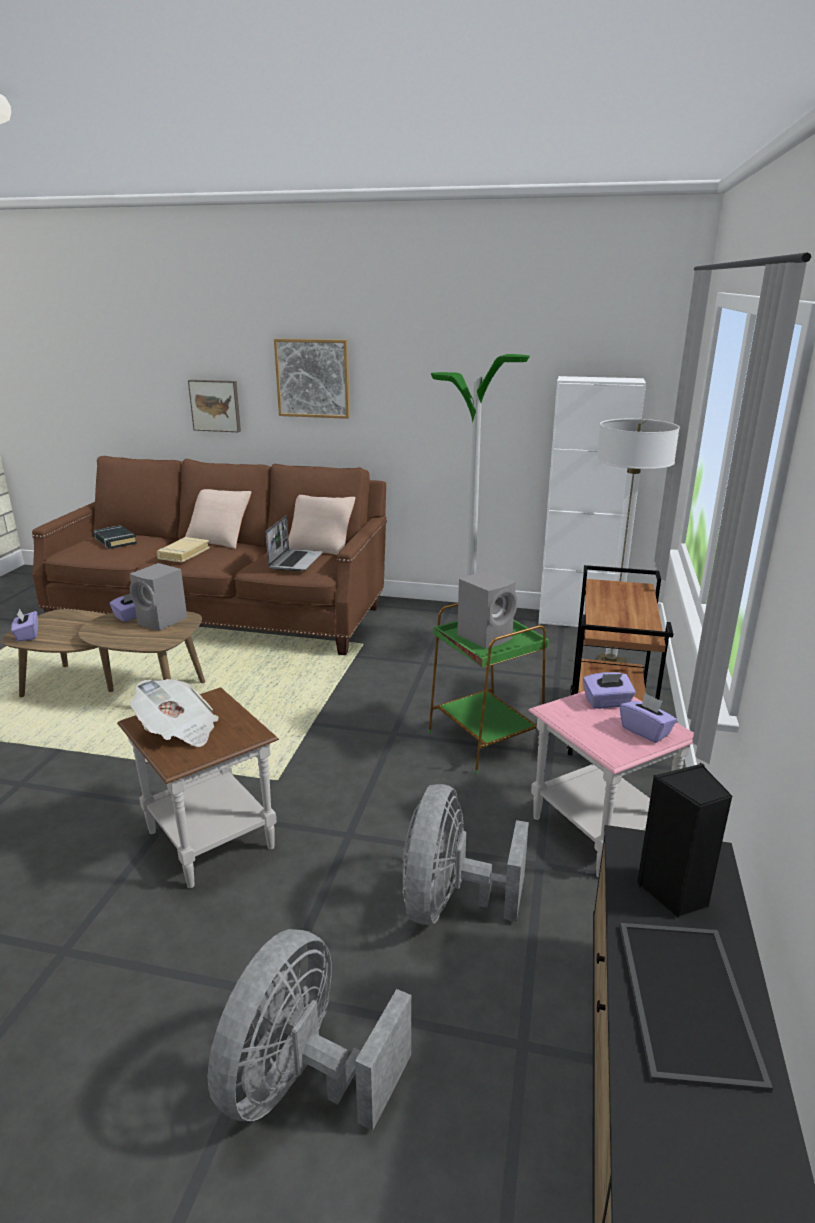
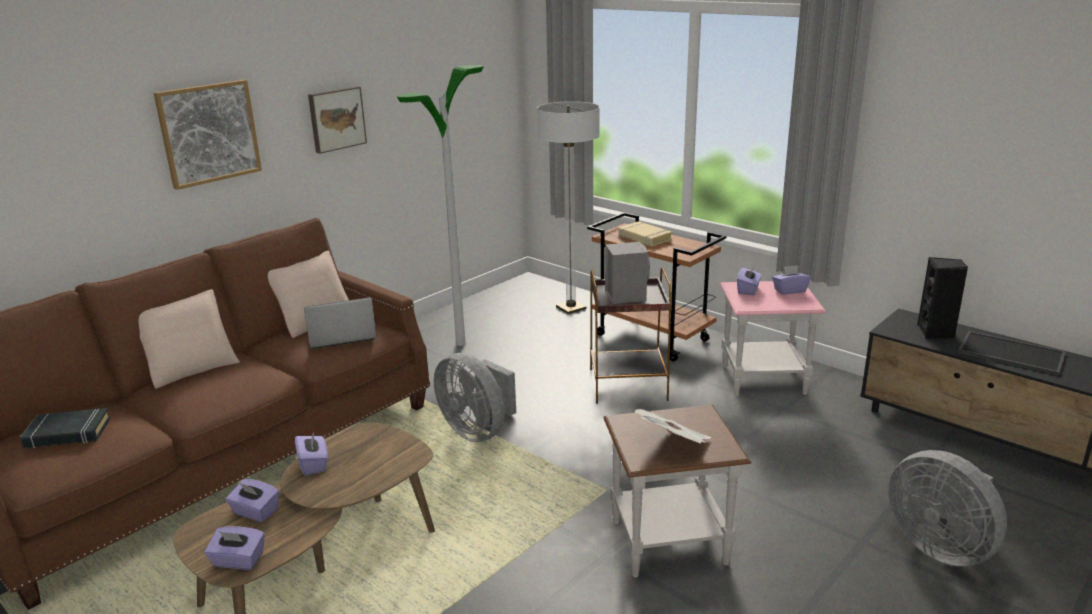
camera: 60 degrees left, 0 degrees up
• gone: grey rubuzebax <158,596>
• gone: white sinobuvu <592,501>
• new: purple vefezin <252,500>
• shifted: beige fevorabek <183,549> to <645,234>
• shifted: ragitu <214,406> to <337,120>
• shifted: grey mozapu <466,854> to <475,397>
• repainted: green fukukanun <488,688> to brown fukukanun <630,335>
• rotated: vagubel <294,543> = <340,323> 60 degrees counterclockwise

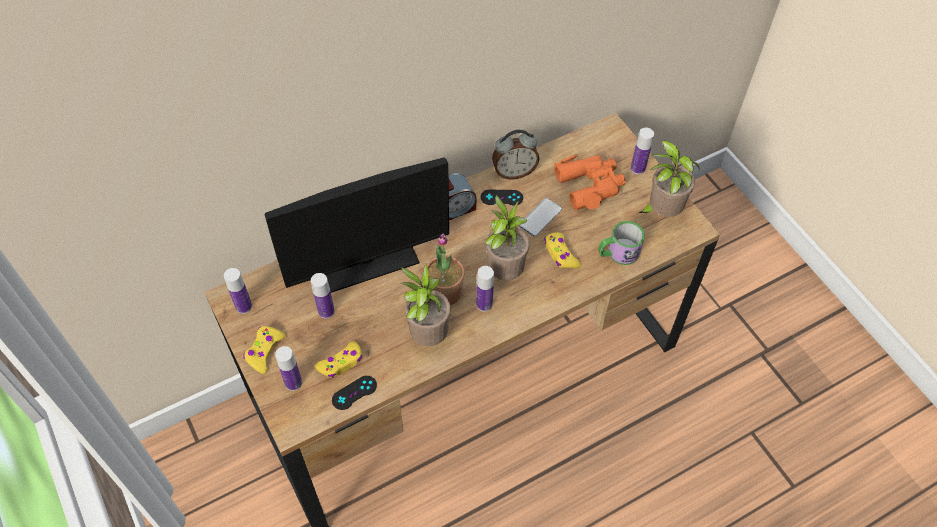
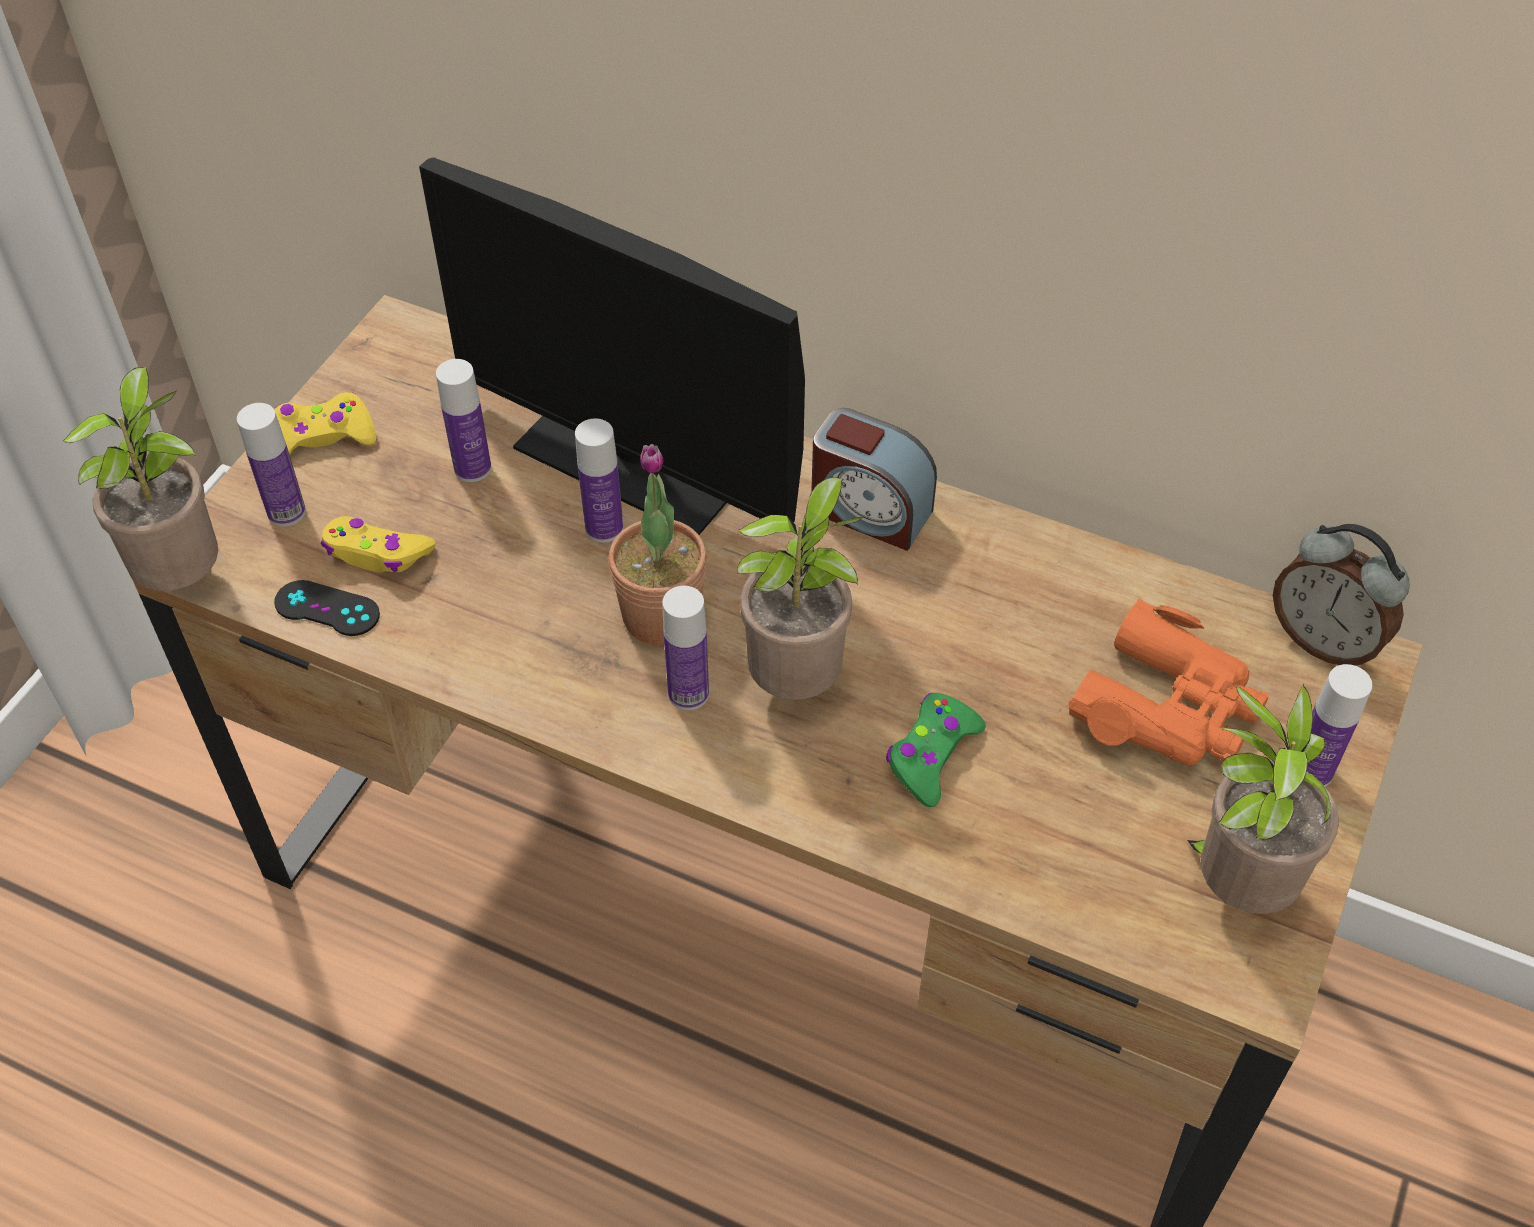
camera: 55 degrees right, 5 degrees down
• gone: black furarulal <502,197>
• gone: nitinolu <540,217>
• gone: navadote <621,243>
• shifted: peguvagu <238,291> to <599,480>
• shifted: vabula <426,304> to <140,479>
• shifted: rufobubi <515,155> to <1341,594>
• repainted: yellow furarulal <562,250> to green furarulal <936,750>

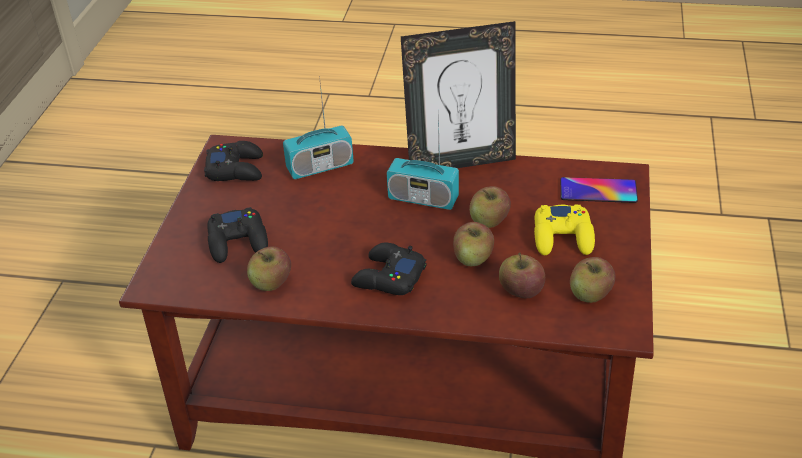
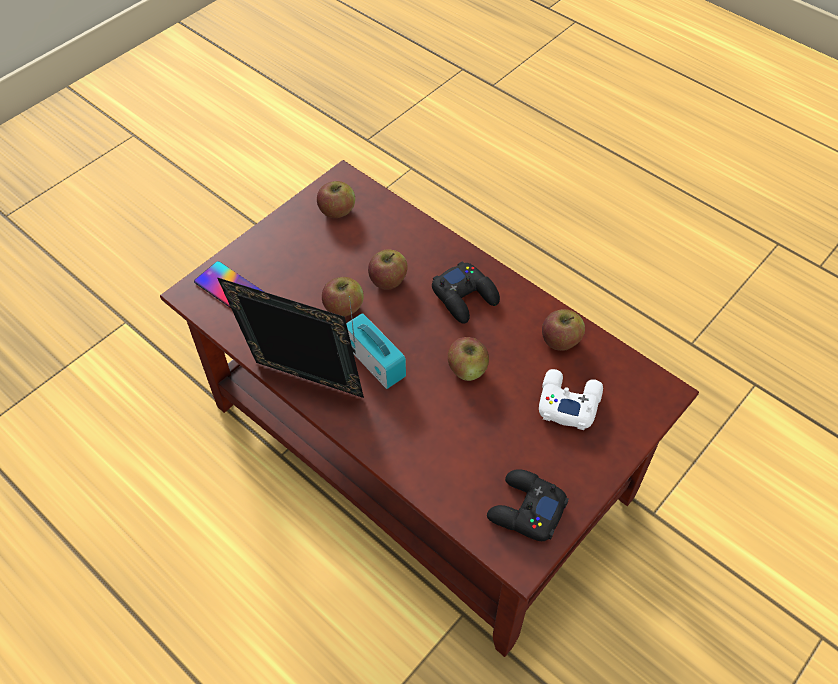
camera: 150 degrees left, 15 degrees up
• gone: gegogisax <318,127>
• gone: yellow furarulal <564,229>
• shifted: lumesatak <522,275> to <468,359>
• repainted: black furarulal <237,235> to white furarulal <571,399>

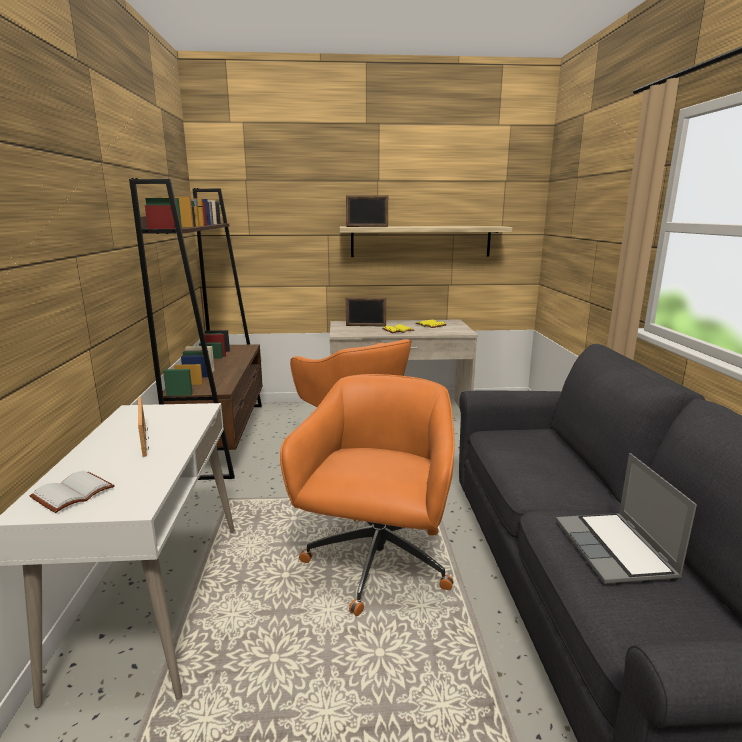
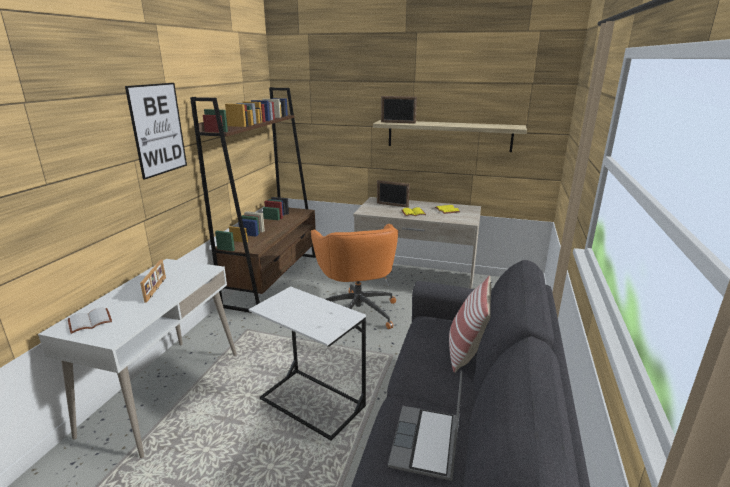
camera: 20 degrees right, 5 degrees up
• new: ragitu <156,131>
• new: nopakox <470,324>
• swapped: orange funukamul <367,495> to white fukukanun <307,363>

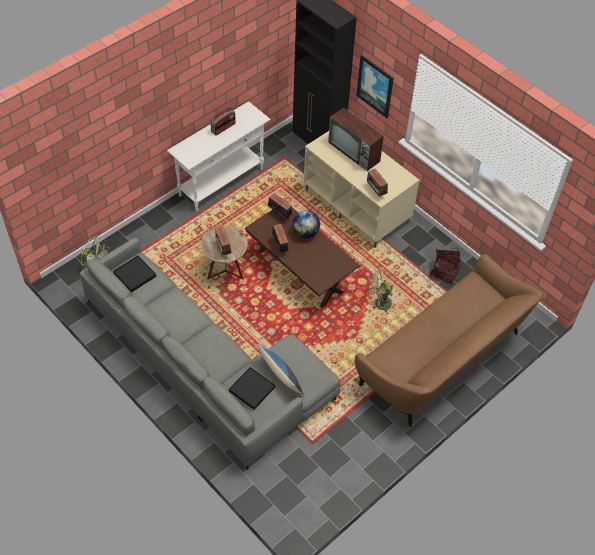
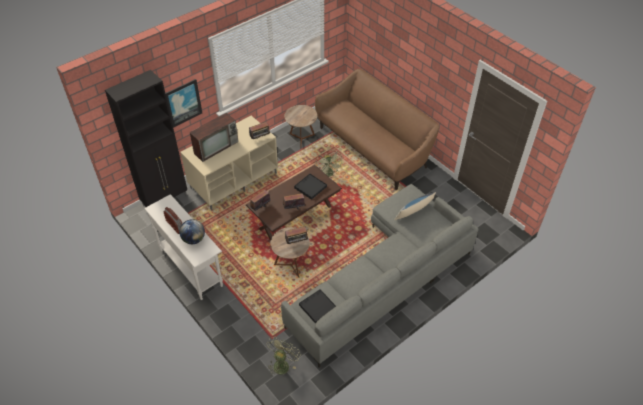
camera: 85 degrees left, 5 degrees down
• shifted: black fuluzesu <252,388> to <310,187>
• shifted: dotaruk <306,224> to <192,231>
• swapped: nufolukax <445,266> to brown fukukanun <300,127>

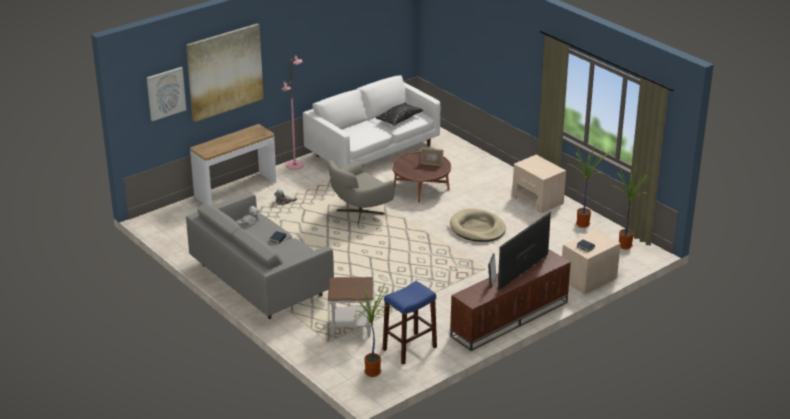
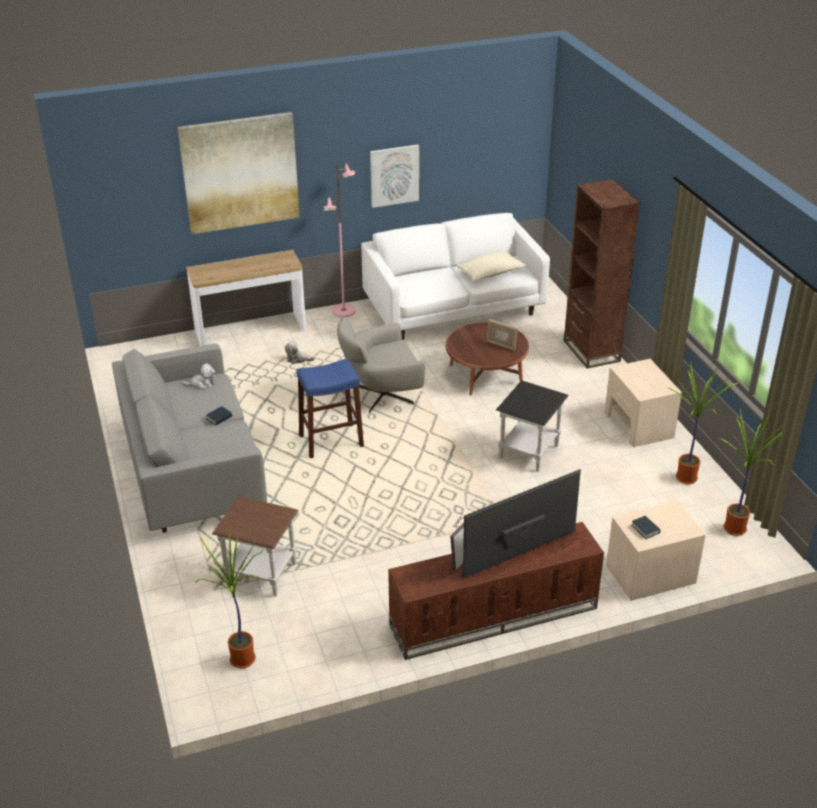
camera: 20 degrees right, 5 degrees up
• new: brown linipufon <602,274>
• shifted: ragitu <166,94> to <394,176>
• shifted: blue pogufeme <410,322> to <330,408>
• swapped: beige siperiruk <478,225> to black fukukanun <532,426>
• repainted: black nopakox <399,114> to beige nopakox <491,266>

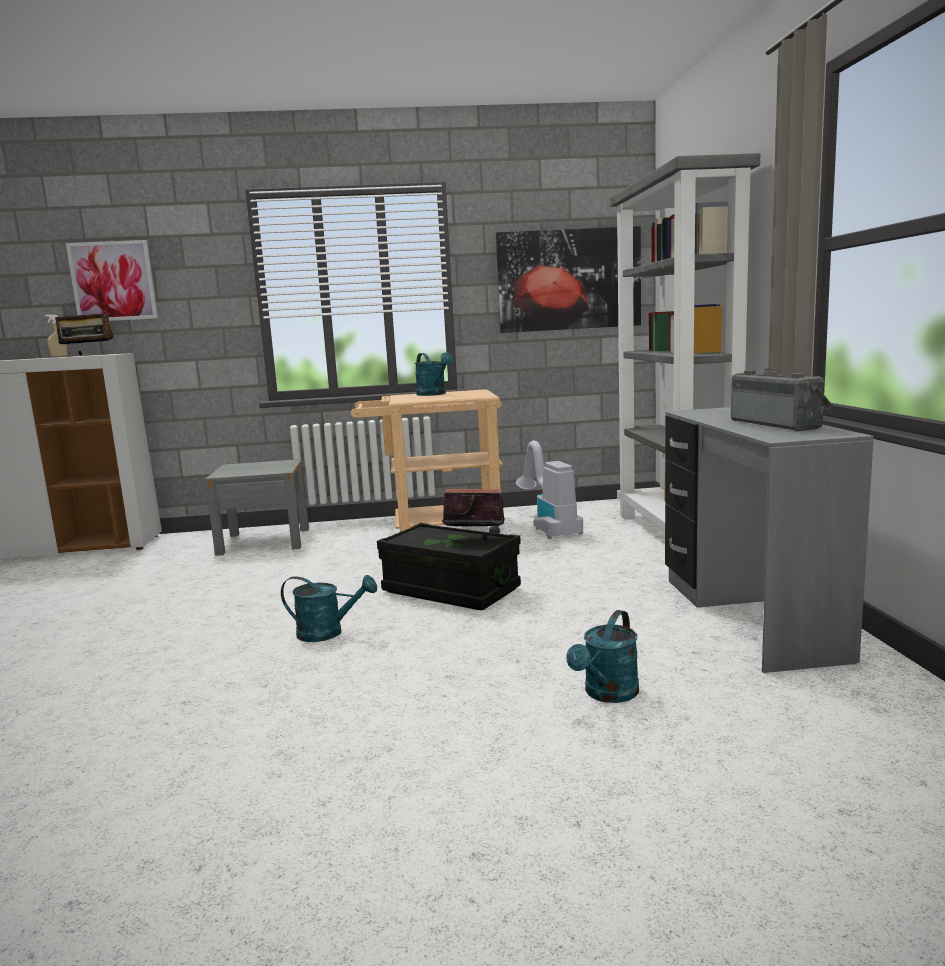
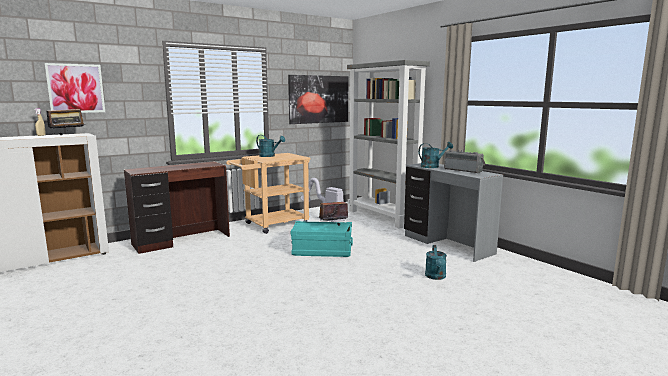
camera: 30 degrees left, 0 degrees up
• shifted: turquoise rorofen <329,608> to <435,155>
• swapped: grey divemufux <257,507> to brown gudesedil <177,207>
• repainted: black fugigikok <449,566> to turquoise fugigikok <322,239>

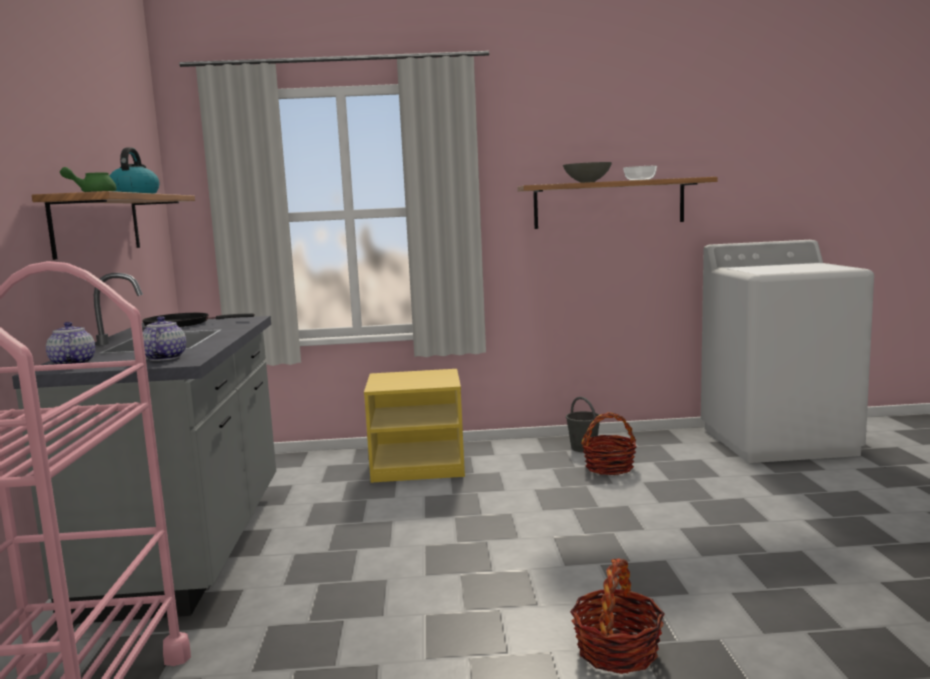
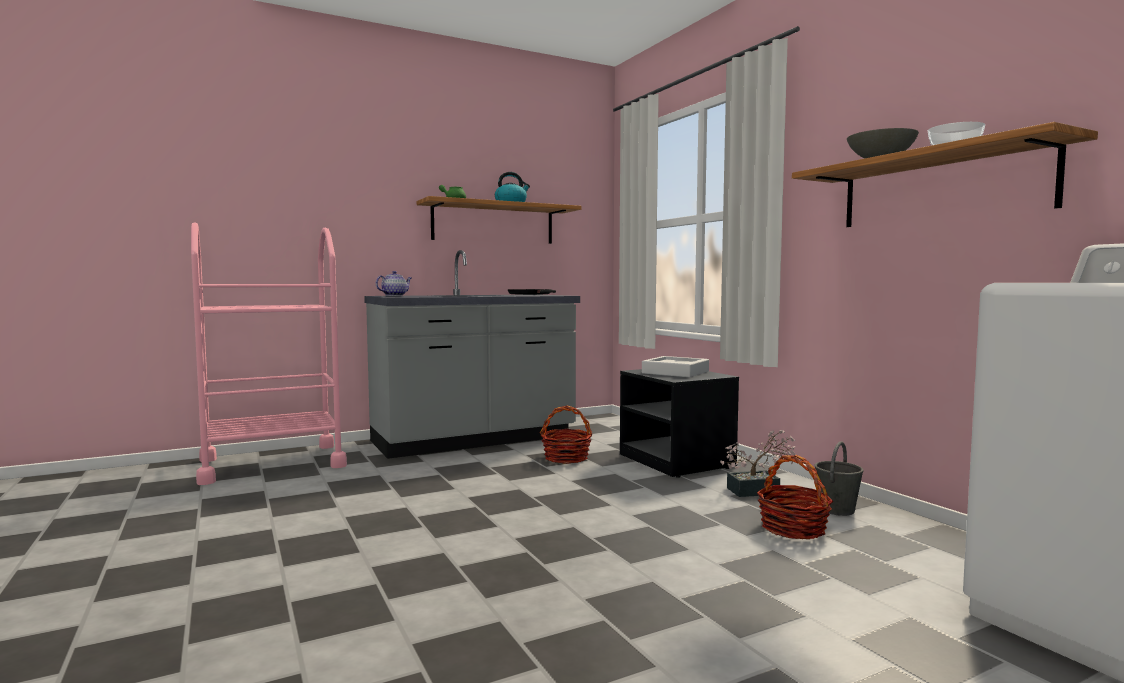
camera: 65 degrees right, 5 degrees down
• gone: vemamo <164,338>
• new: grey fuluzesu <675,366>
• new: vabula <758,463>
• shifted: nufolukax <617,616> to <566,434>
• repainted: yellow divemufux <414,426> to black divemufux <679,423>

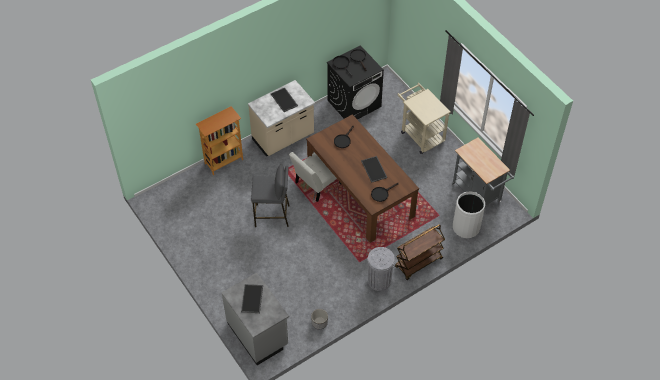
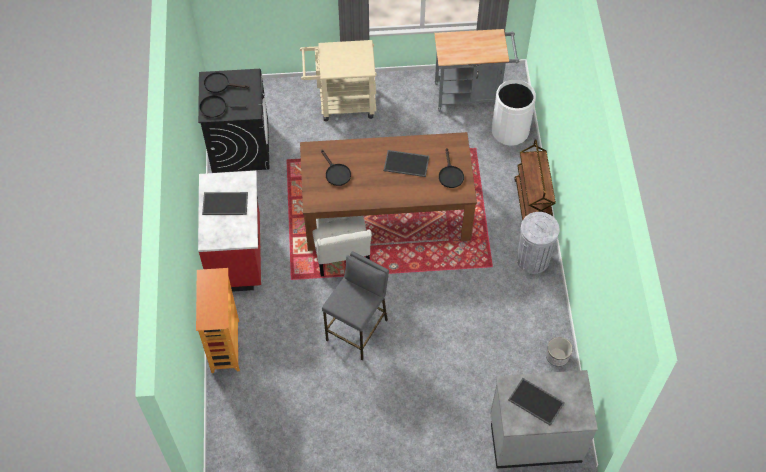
camera: 60 degrees left, 5 degrees up
• repainted: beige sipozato <281,118> to red sipozato <229,231>

